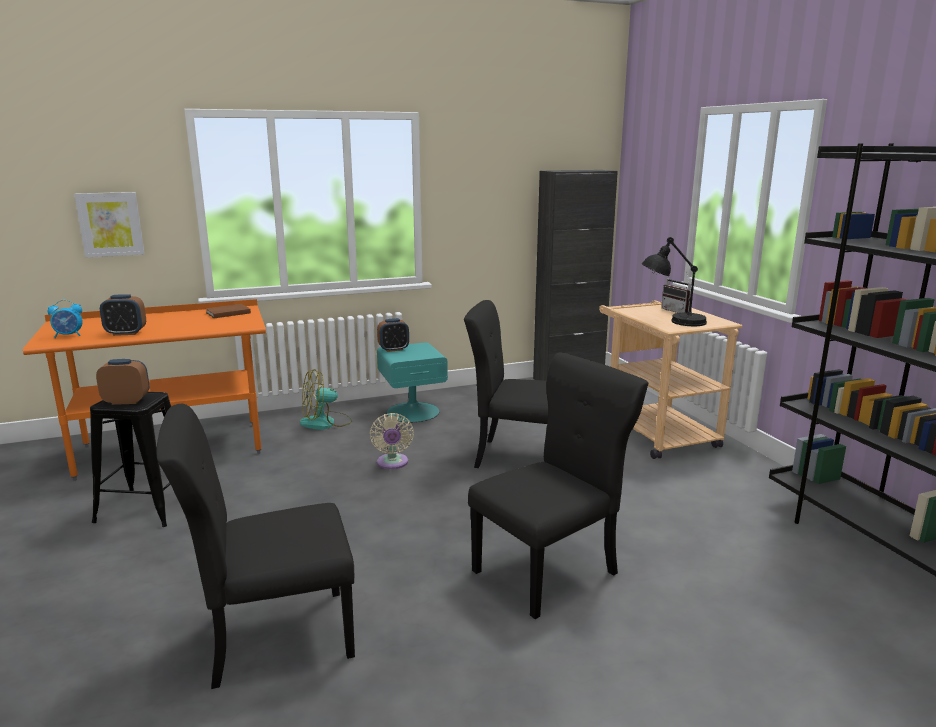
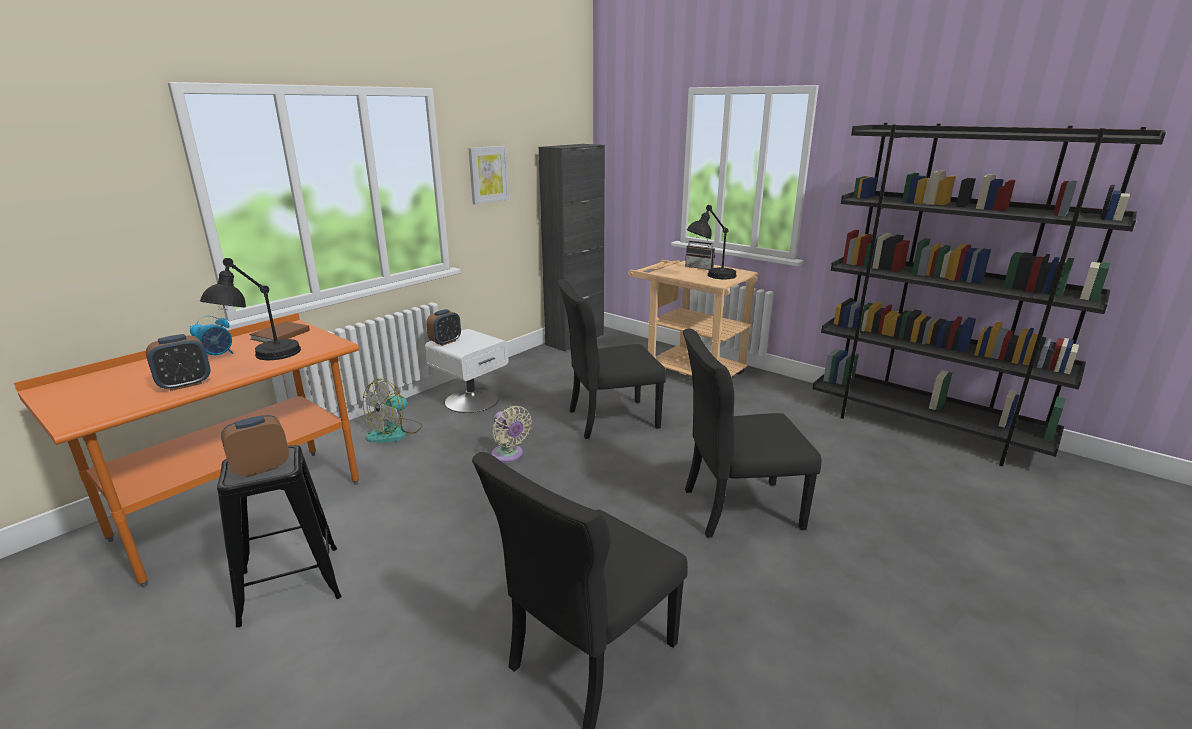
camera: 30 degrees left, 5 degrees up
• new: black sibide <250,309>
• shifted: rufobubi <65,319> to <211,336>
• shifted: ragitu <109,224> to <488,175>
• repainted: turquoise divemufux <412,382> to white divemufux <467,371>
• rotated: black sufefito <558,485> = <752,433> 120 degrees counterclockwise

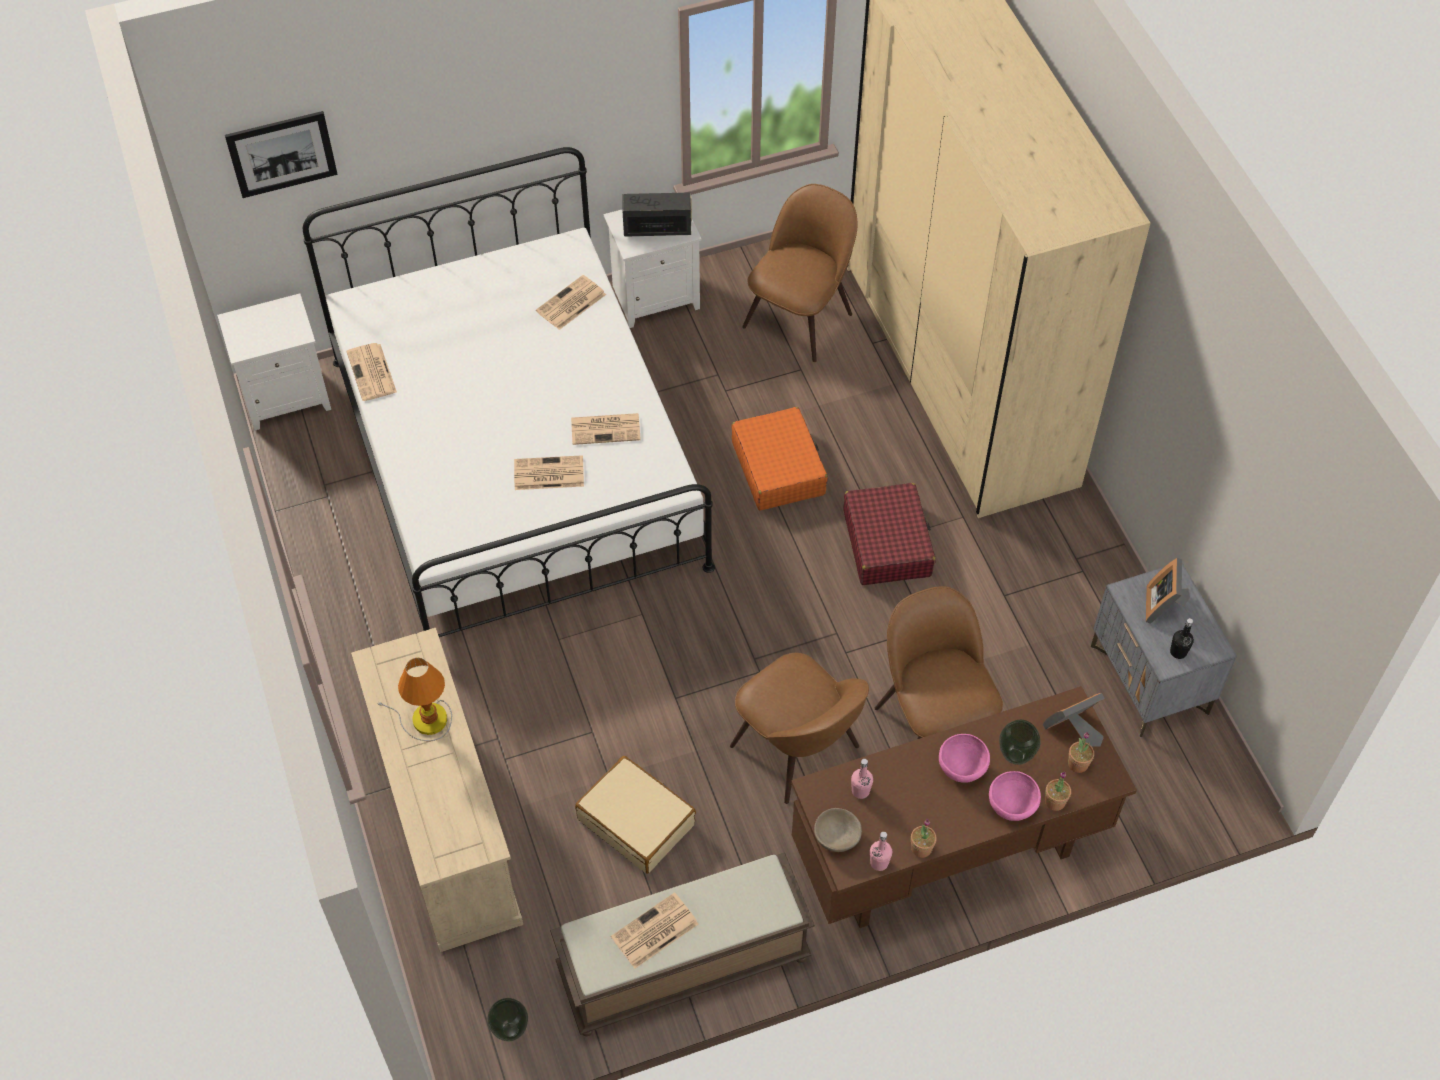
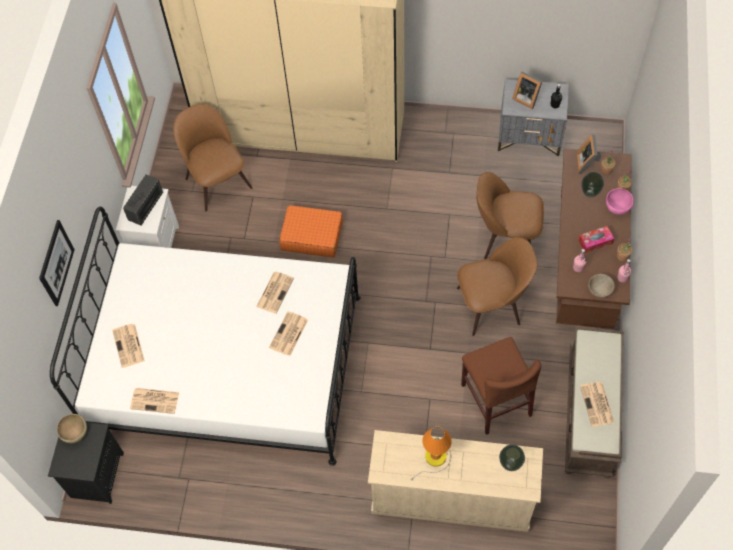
camera: 60 degrees left, 5 degrees up
• gone: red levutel <889,534>
• gone: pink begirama <964,758>
• new: brown begirama <72,428>
• new: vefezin <596,239>
• shifted: ragitu <281,154> to <57,263>
• shifted: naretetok <507,1019> to <512,458>
• shifted: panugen <571,302> to <128,346>
• swapped: beige levutel <635,815> to brown sufefito <501,386>
• repainted: white divemufux <274,361> to black divemufux <86,463>

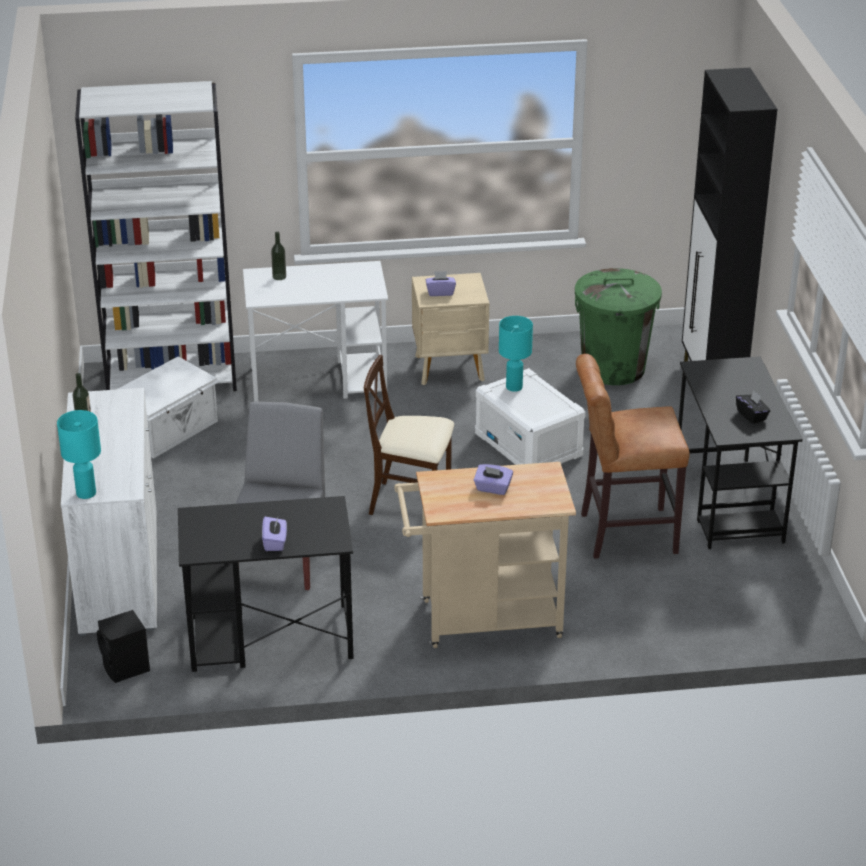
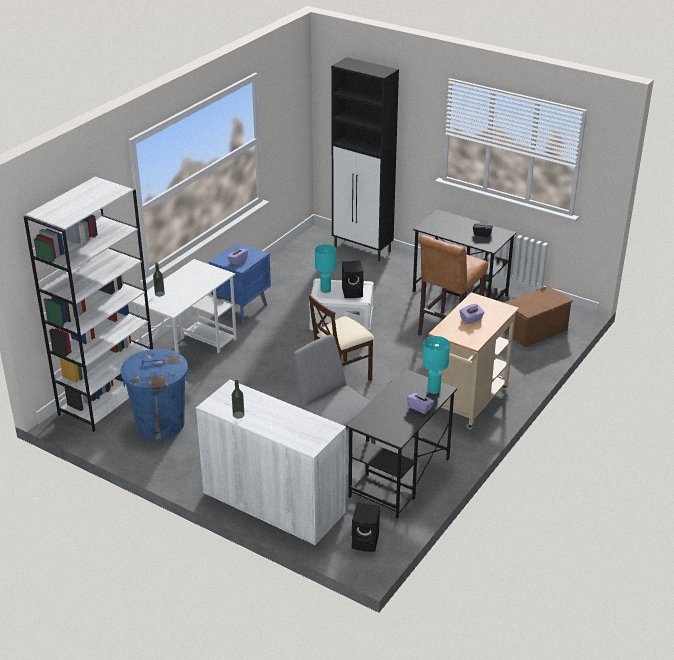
camera: 50 degrees left, 0 degrees up
• gone: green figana <618,326>
• new: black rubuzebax <352,279>
• new: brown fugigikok <538,316>
• shifted: turquoise sibide <79,454> to <436,365>
• swapped: white fugigikok <169,407> to blue figana <154,394>
• repainted: beige divemufux <450,329> to blue divemufux <240,283>

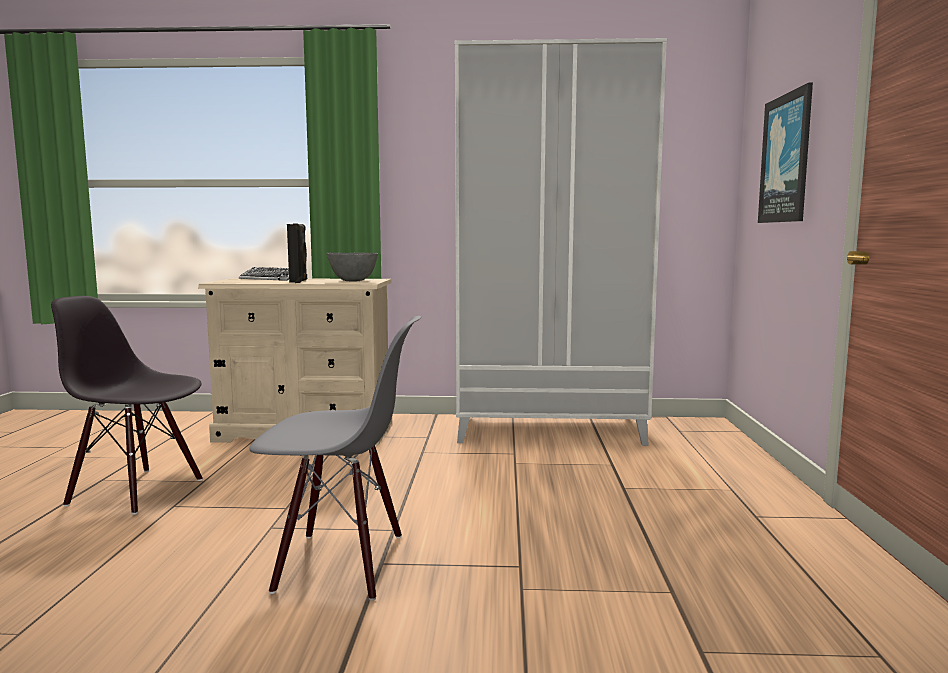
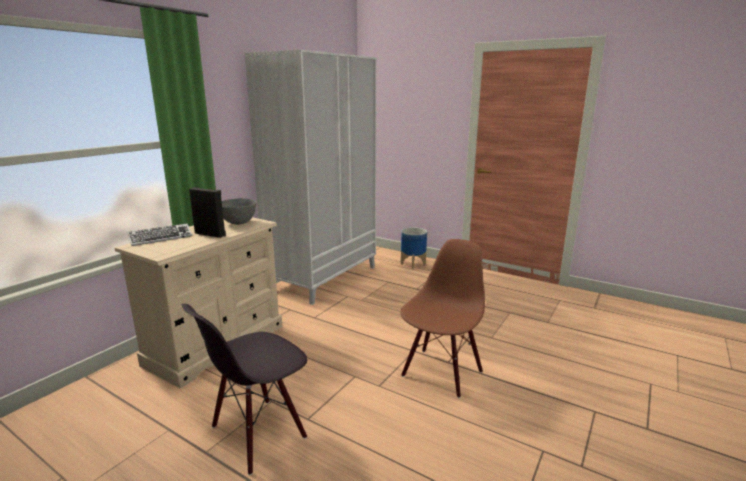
camera: 60 degrees left, 10 degrees up
• gone: ragitu <785,152>
• new: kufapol <414,248>
• repainted: grey sufefito <335,458> to brown sufefito <442,318>

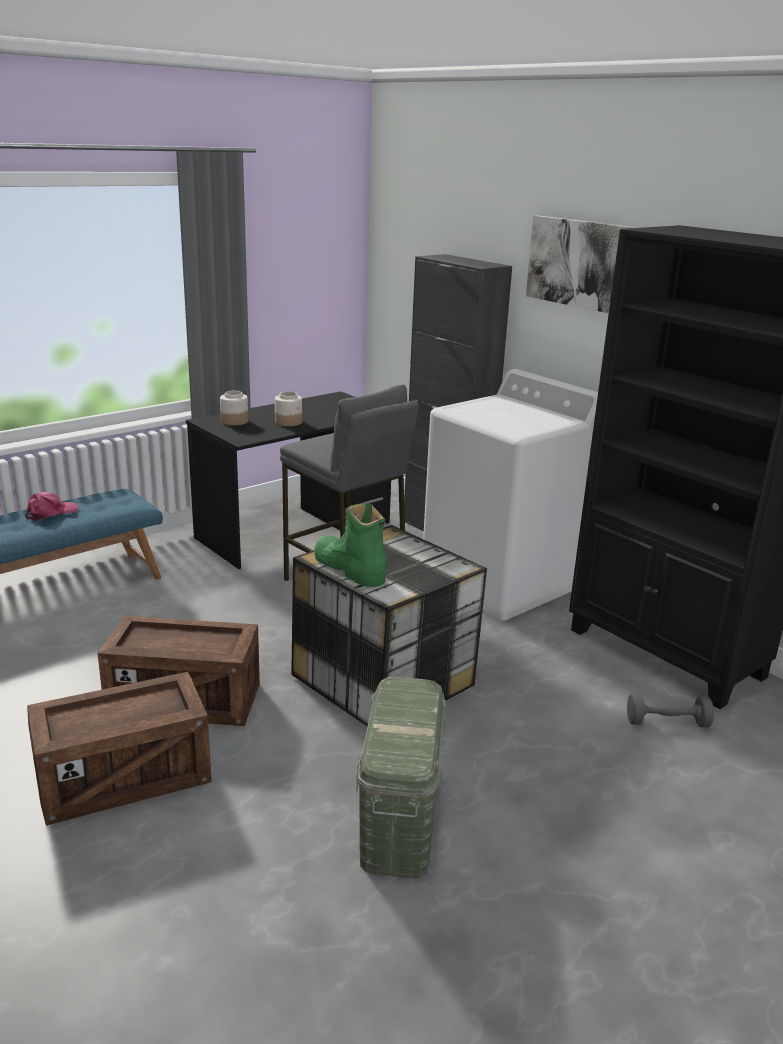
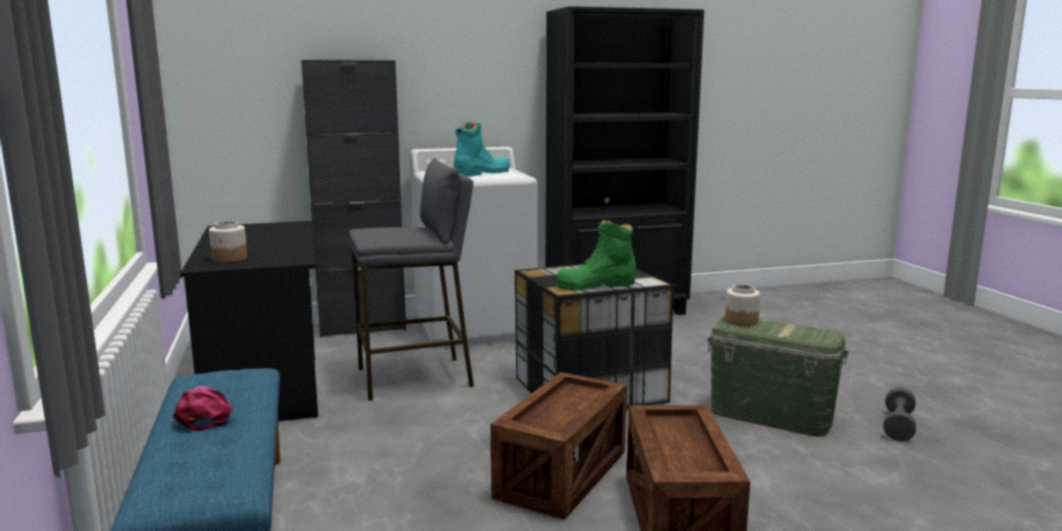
camera: 65 degrees left, 10 degrees down
• gone: ragitu <581,264>
• new: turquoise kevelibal <482,150>
• shifted: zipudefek <288,409> to <742,305>
• shifted: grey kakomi <670,710> to <899,414>

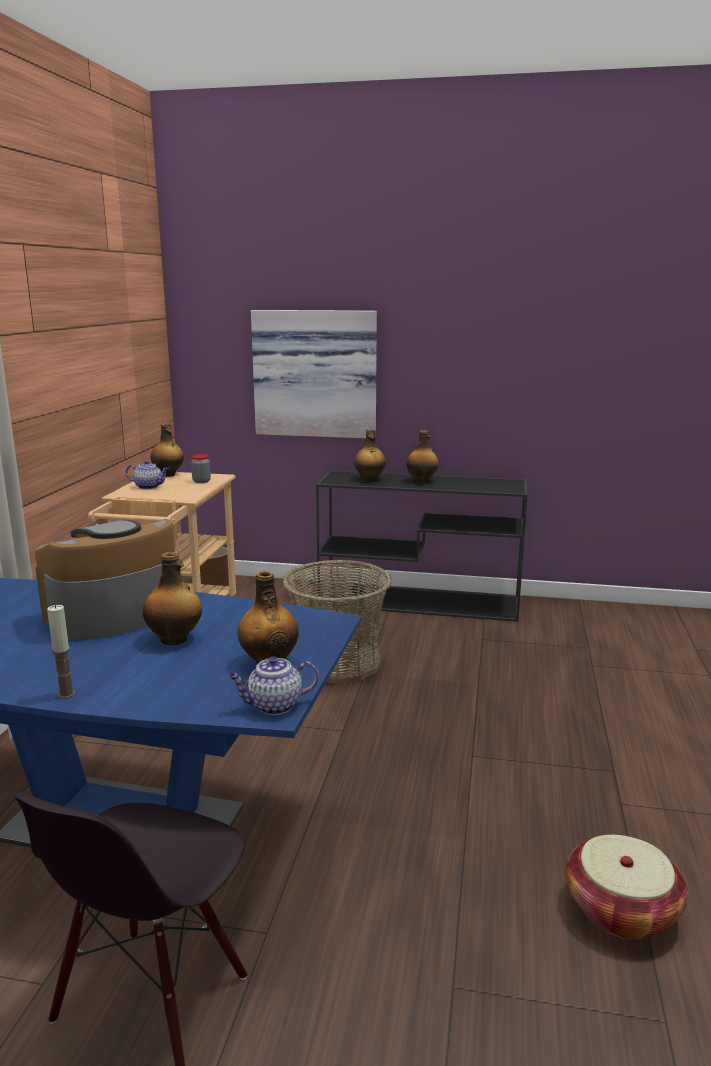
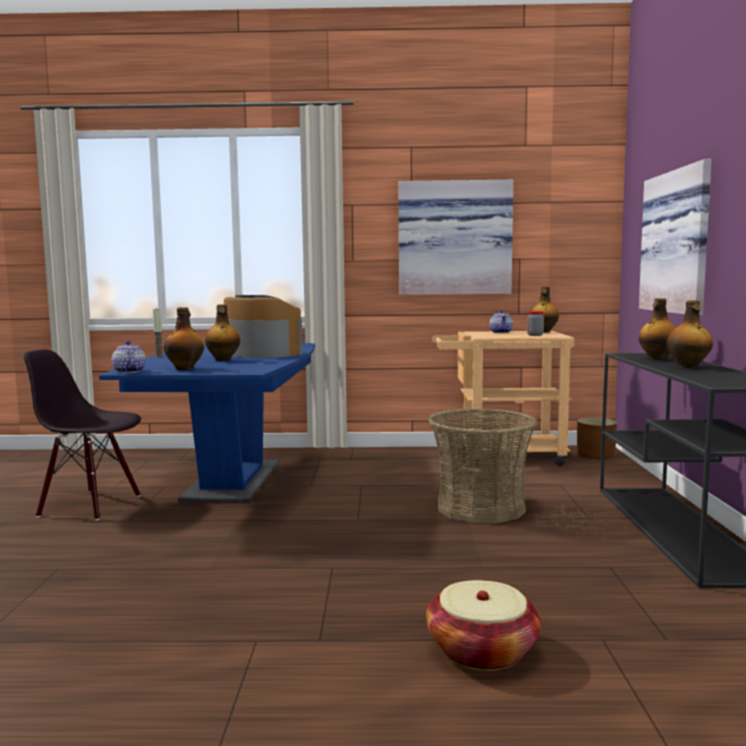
camera: 80 degrees right, 10 degrees down
• new: ragitu <455,237>
• shifted: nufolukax <627,887> to <483,625>

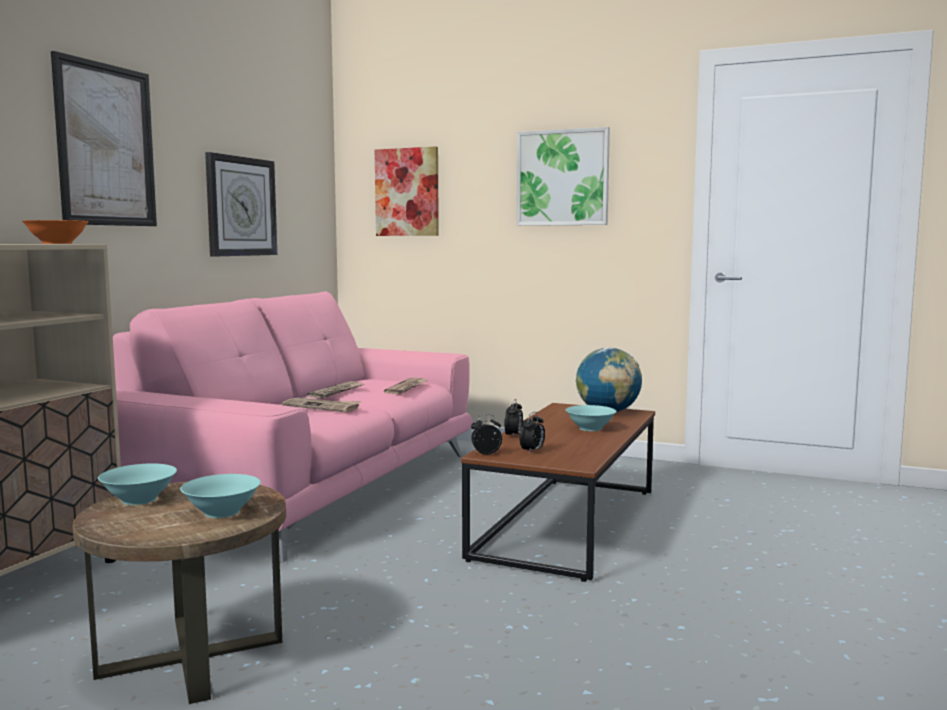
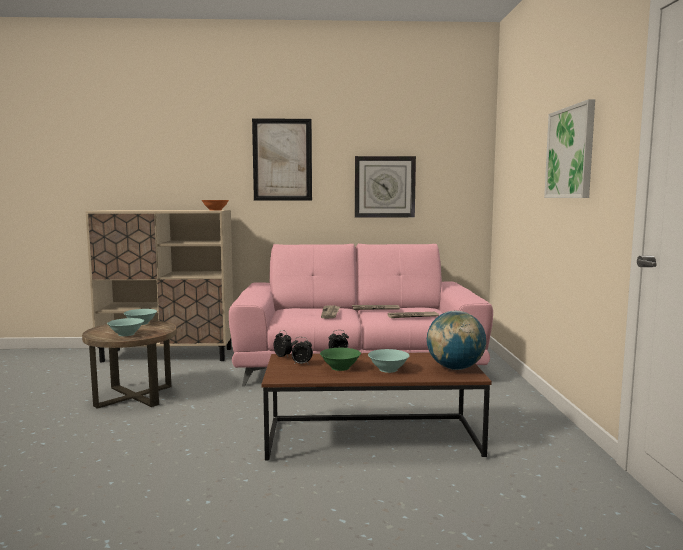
camera: 65 degrees right, 0 degrees up
• gone: ragitu <407,191>
• new: green begirama <340,359>

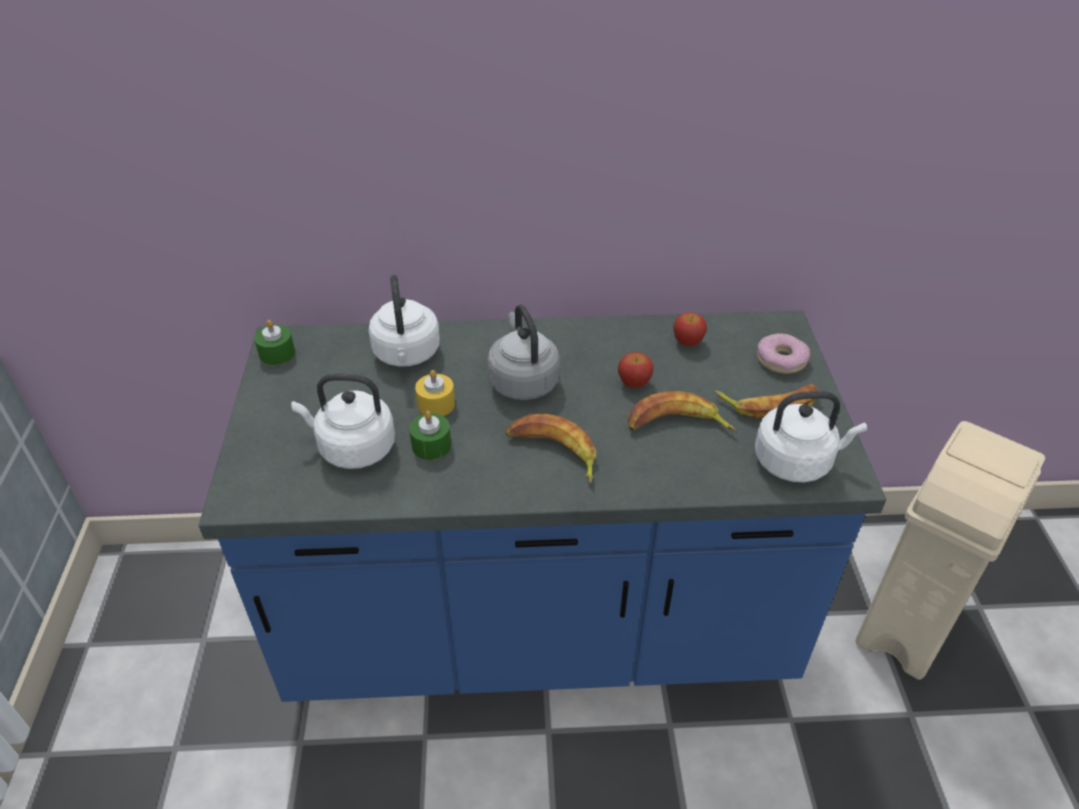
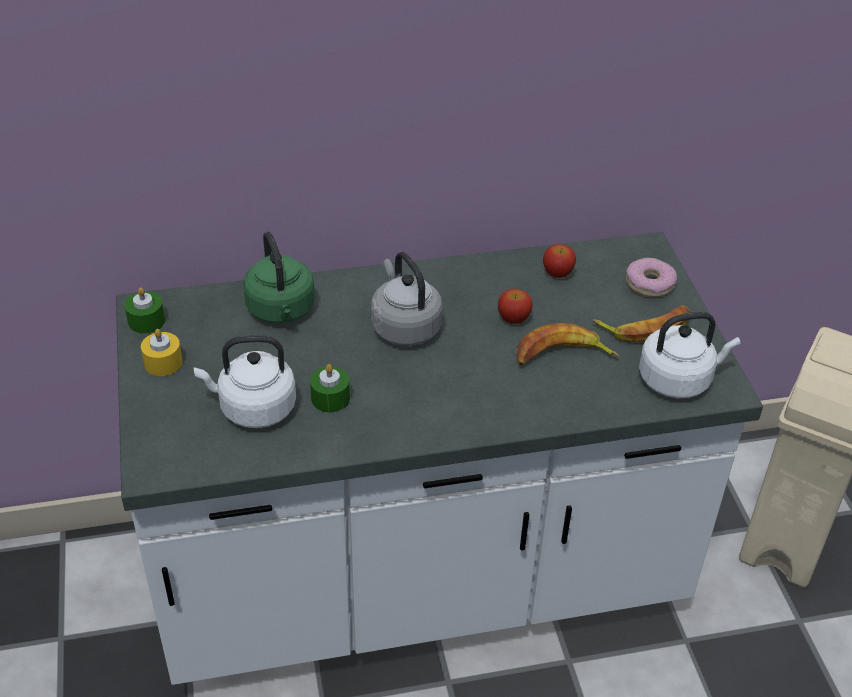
camera: 10 degrees left, 0 degrees up
• gone: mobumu <551,448>
• shifted: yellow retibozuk <435,393> to <162,352>
• repainted: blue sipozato <542,506> to white sipozato <439,458>
• repainted: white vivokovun <404,320> to green vivokovun <279,277>

